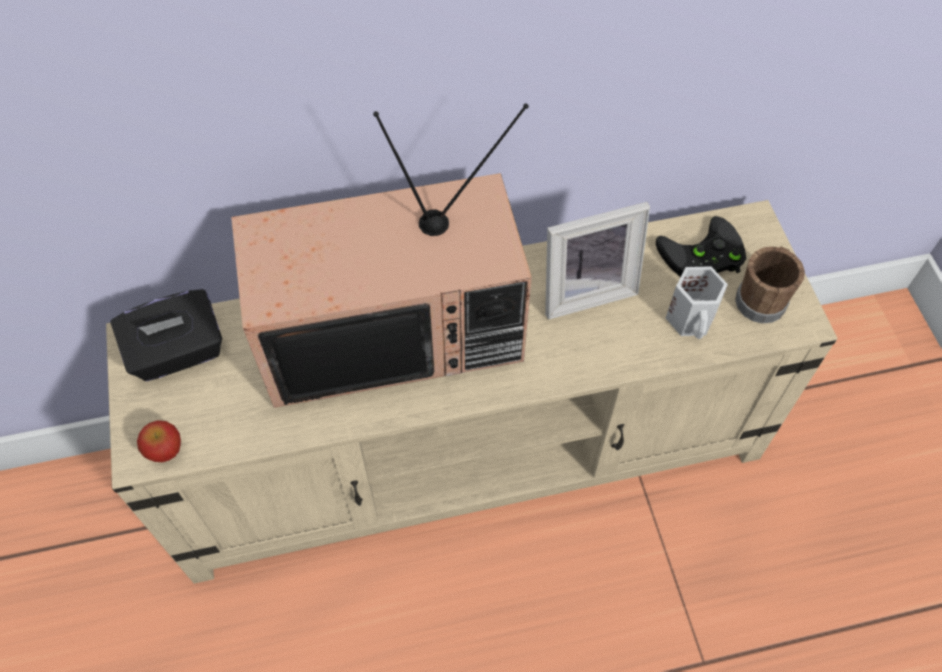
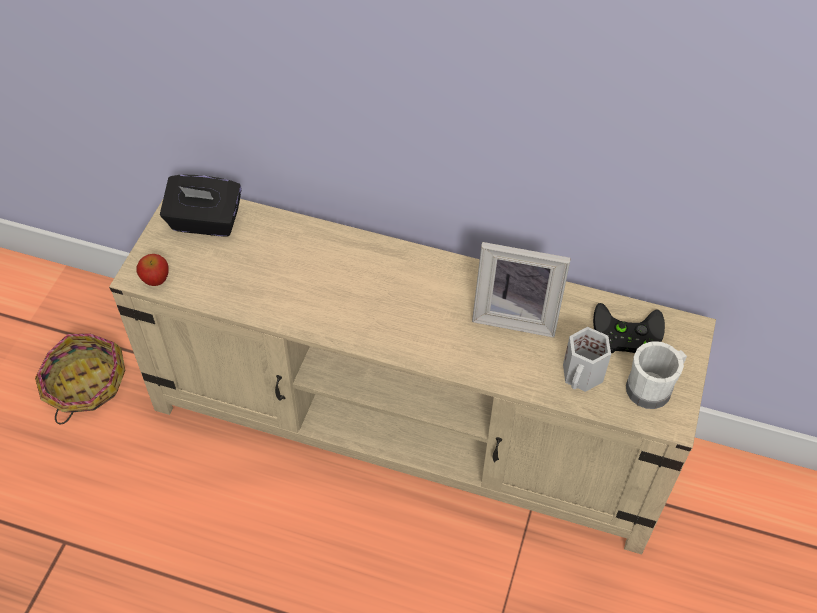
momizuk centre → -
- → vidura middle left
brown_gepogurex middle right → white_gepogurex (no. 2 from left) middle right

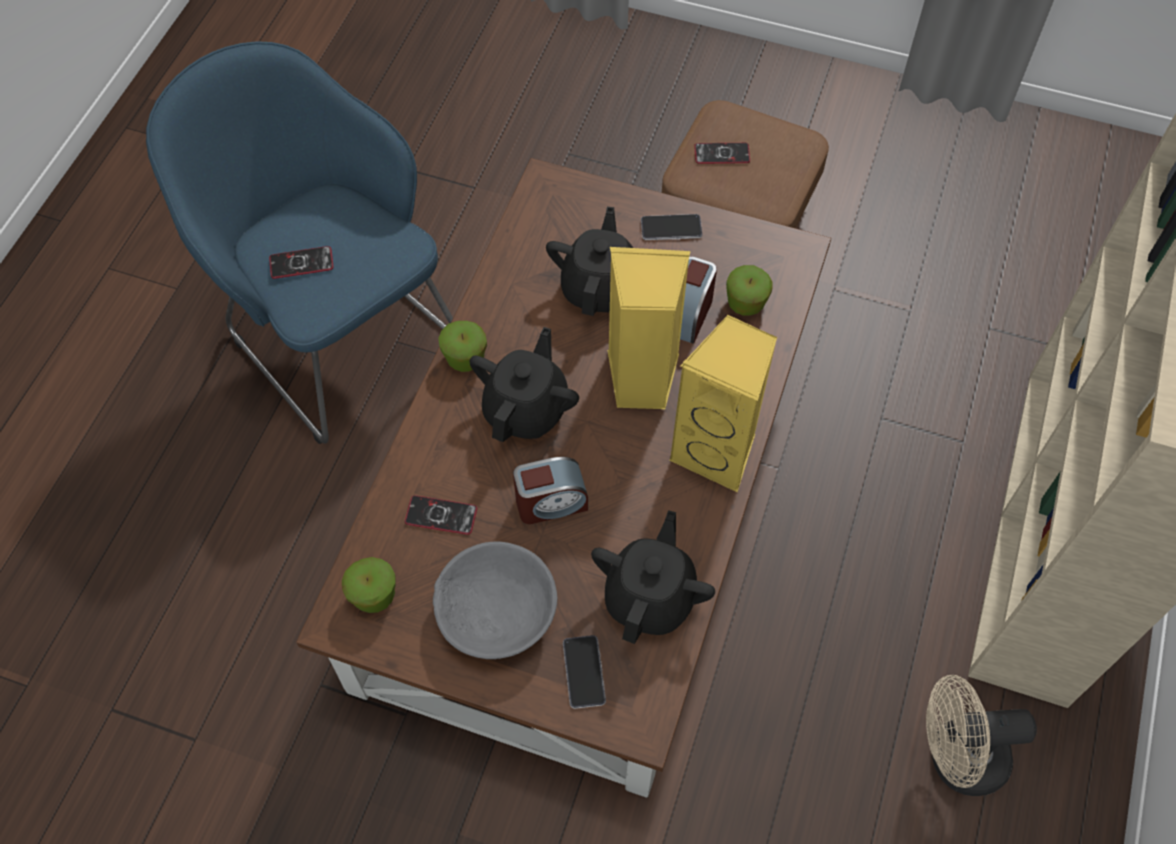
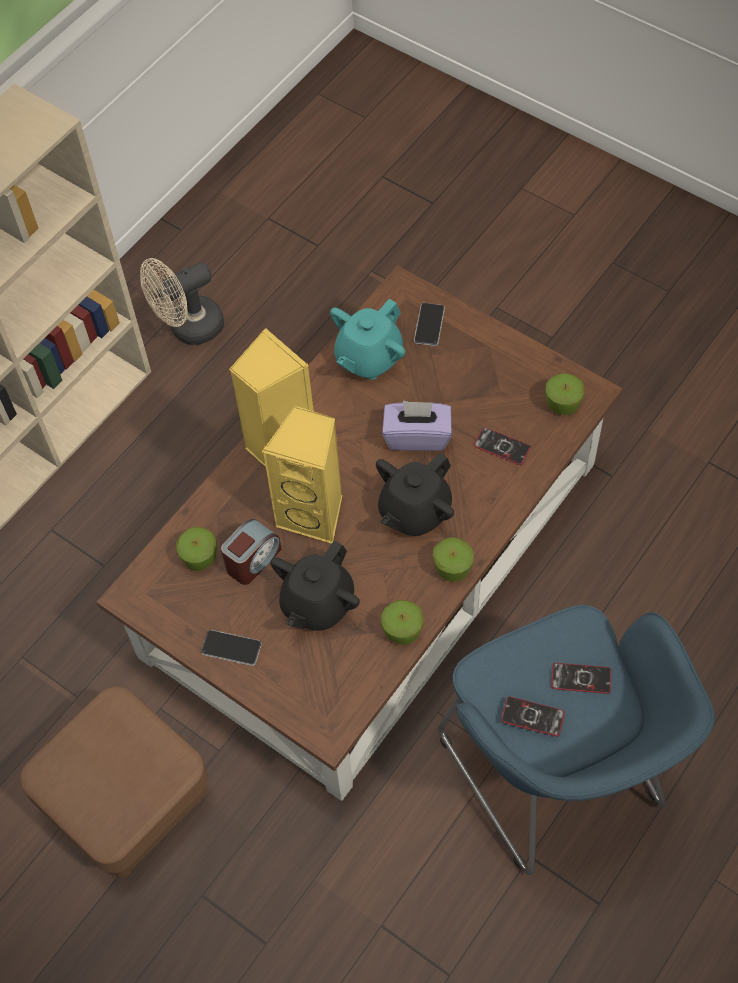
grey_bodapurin bottom centre → -
- → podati (no. 2 from left) centre
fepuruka (no. 5 from left in the first image) top centre → fepuruka (no. 4 from left) bottom right, relocated
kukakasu (no. 1 from left) centre → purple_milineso centre
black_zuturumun (no. 3 from left) bottom centre → turquoise_zuturumun centre
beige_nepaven bottom right → beige_nepaven top left, 135 degrees clockwise

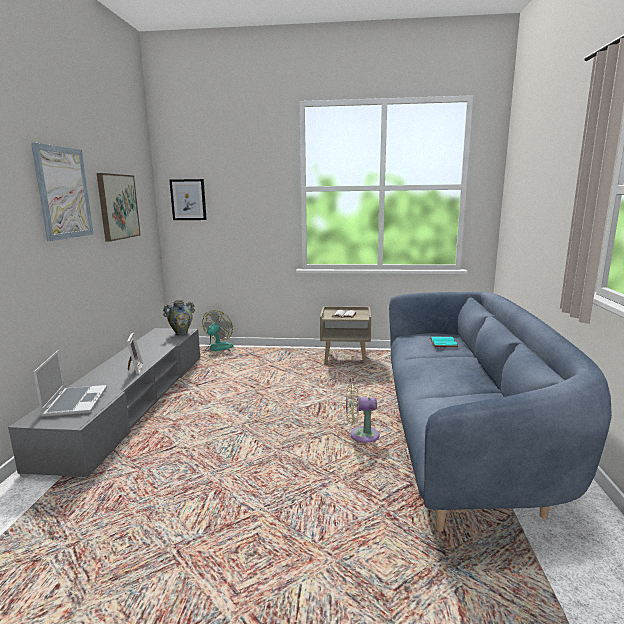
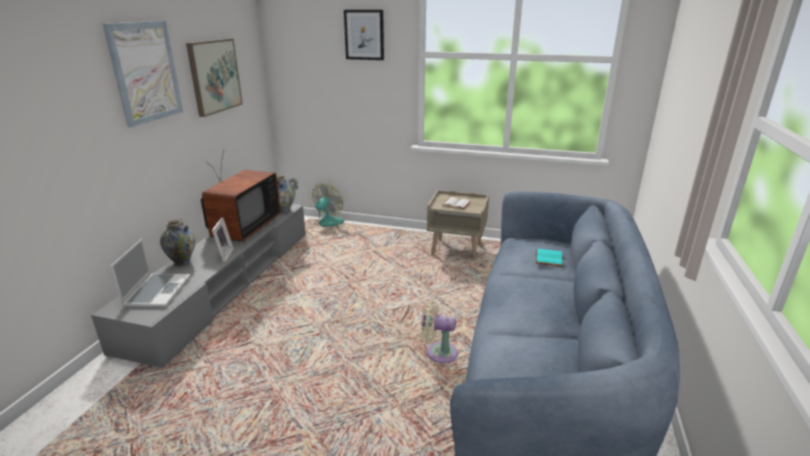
- → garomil (no. 1 from left) middle left
- → momizuk middle left
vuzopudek (no. 3 from left) top left → vuzopudek (no. 3 from left) top centre, relocated

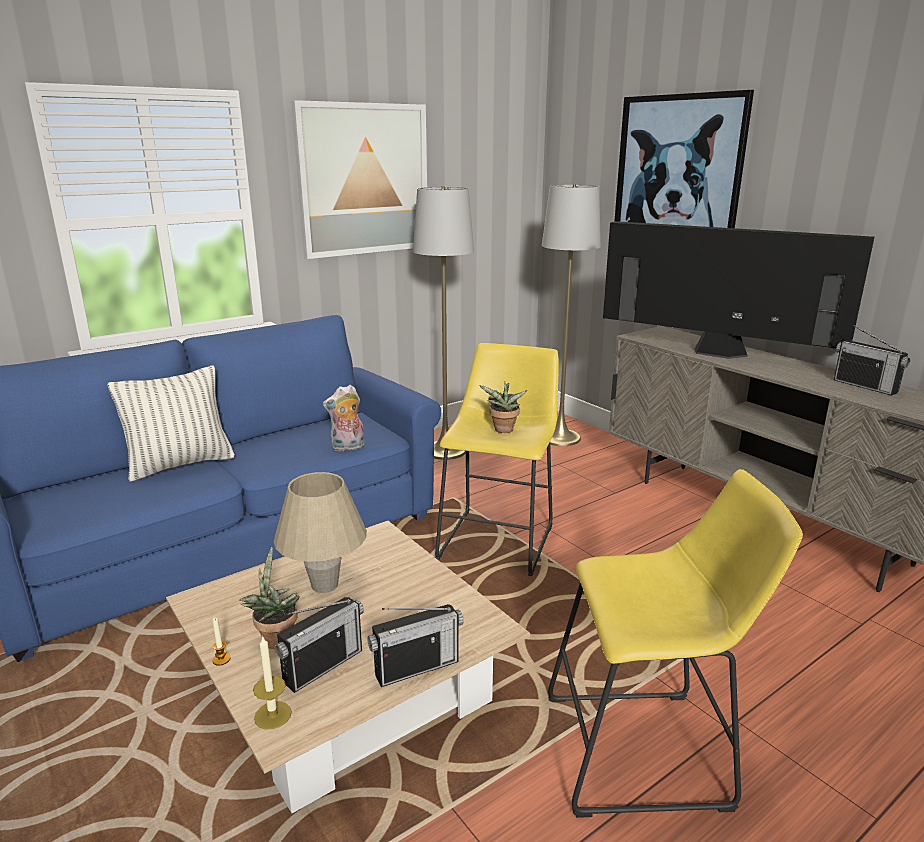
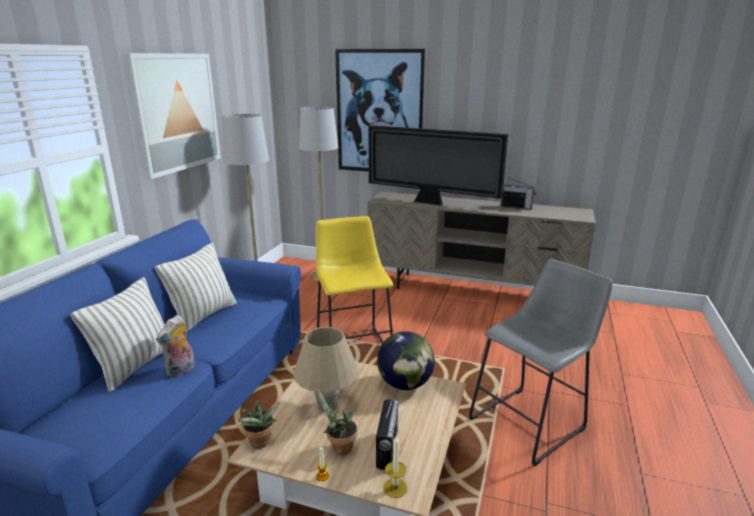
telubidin (no. 2 from left) bottom centre → -
- → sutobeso (no. 2 from left) middle left
- → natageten bottom centre
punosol centre → punosol bottom left, relocated
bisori (no. 2 from left in the first image) centre → bisori (no. 1 from left) bottom centre, relocated
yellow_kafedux (no. 2 from left) bottom right → grey_kafedux bottom right
momizuk middle right → momizuk top centre, 150 degrees counterclockwise

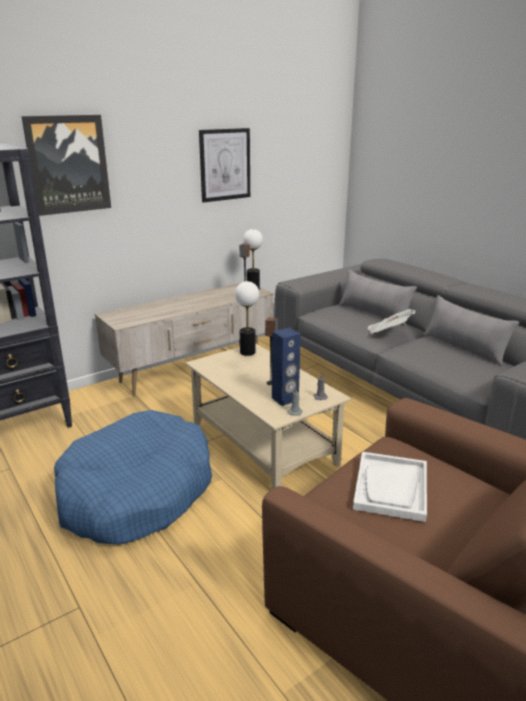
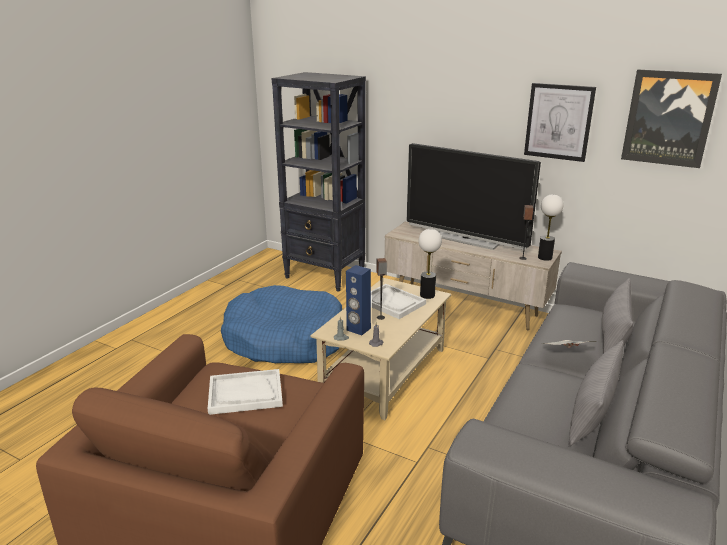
- → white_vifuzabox (no. 2 from left) centre
- → momizuk centre
vuzopudek (no. 1 from left in the first image) top left → vuzopudek (no. 2 from left) top right, relocated

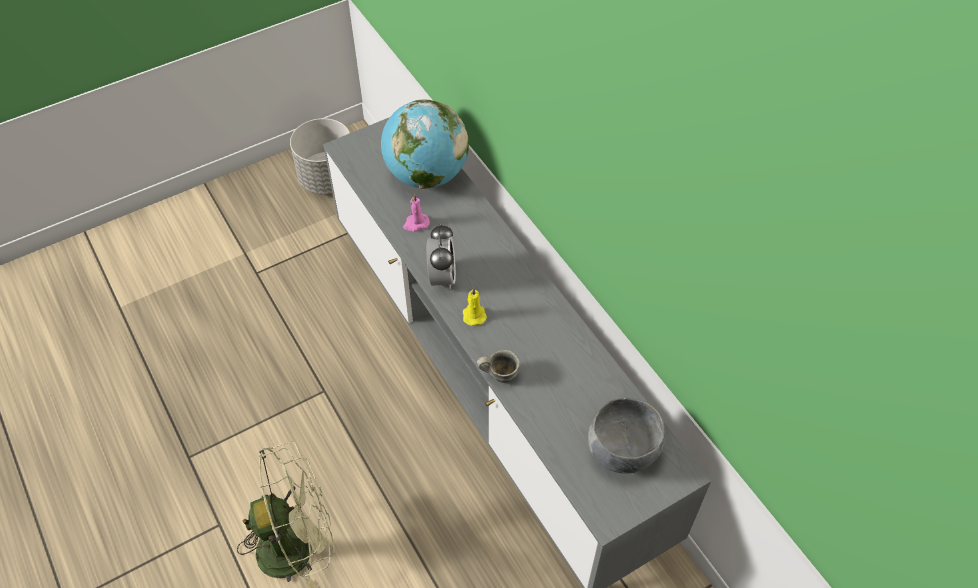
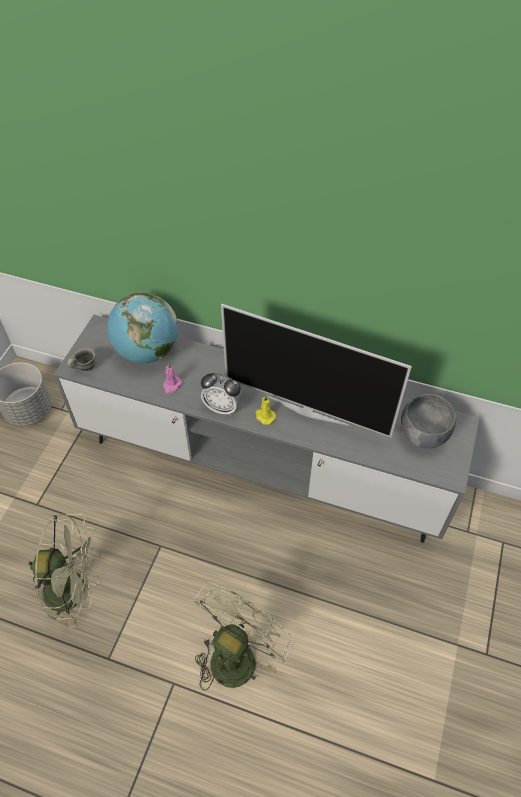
- → green_nepaven (no. 1 from left) bottom left
- → momizuk centre
grey_gepogurex centre → grey_gepogurex middle left, relocated
kukakasu centre, 150 degrees clockwise

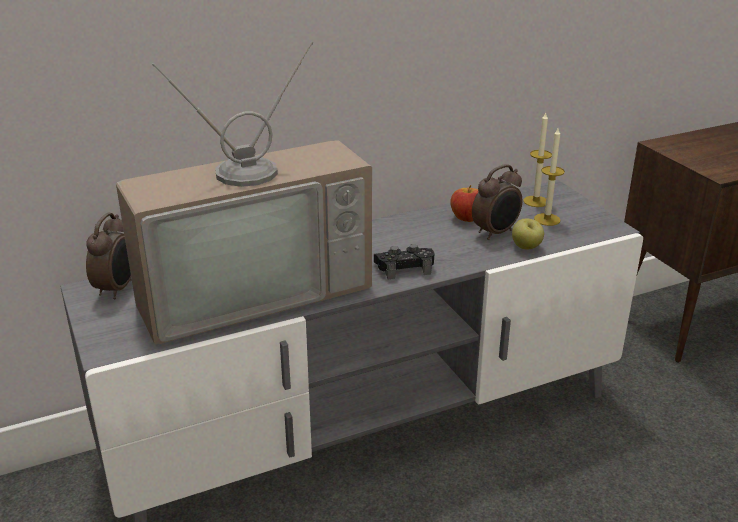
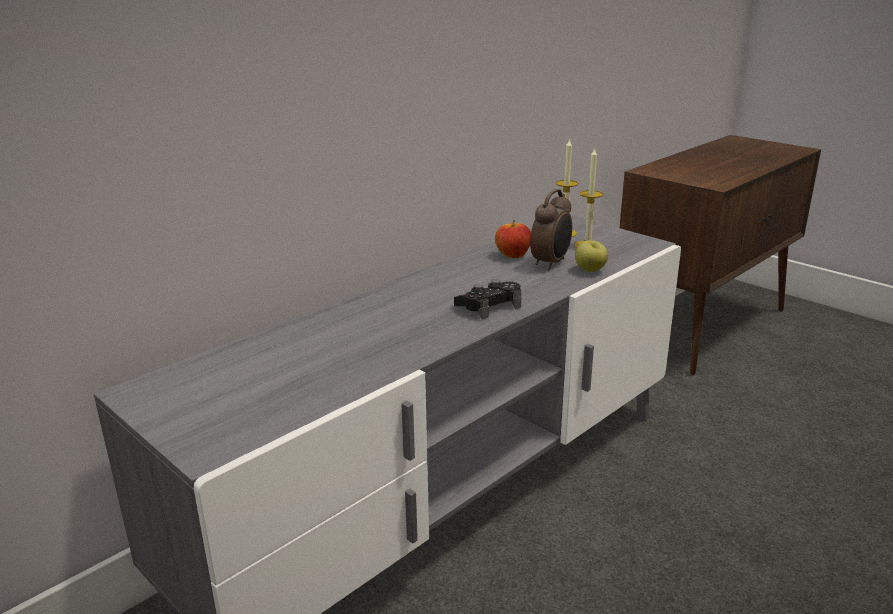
kukakasu (no. 1 from left) middle left → -
momizuk middle left → -

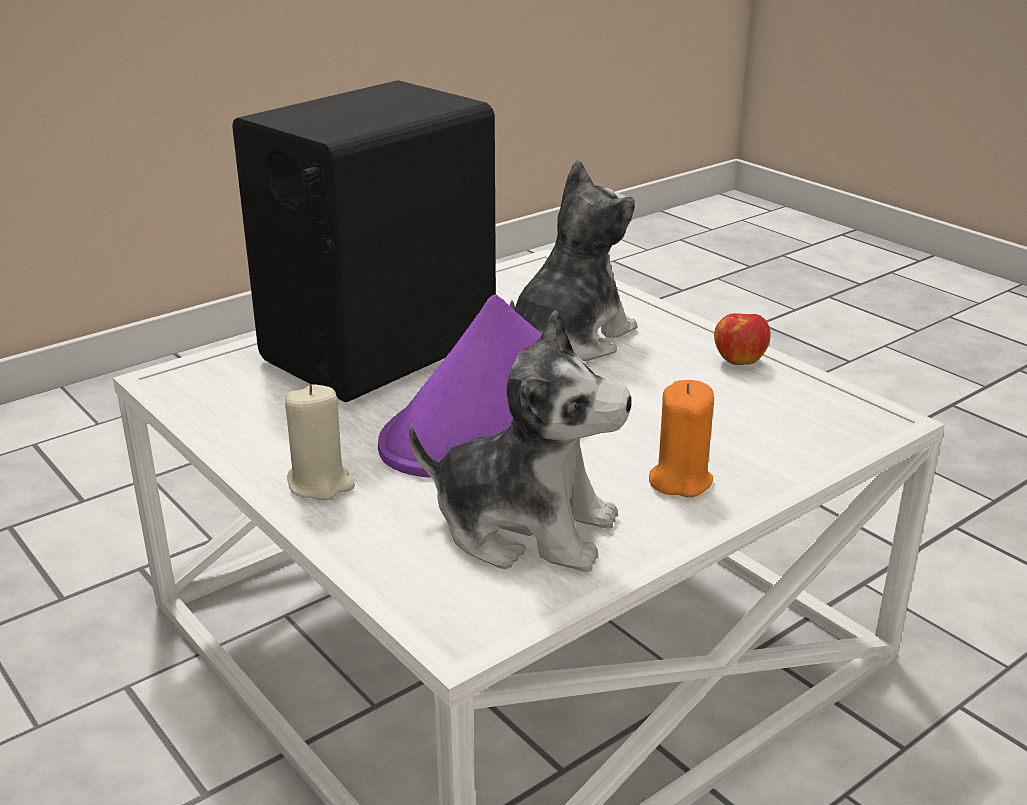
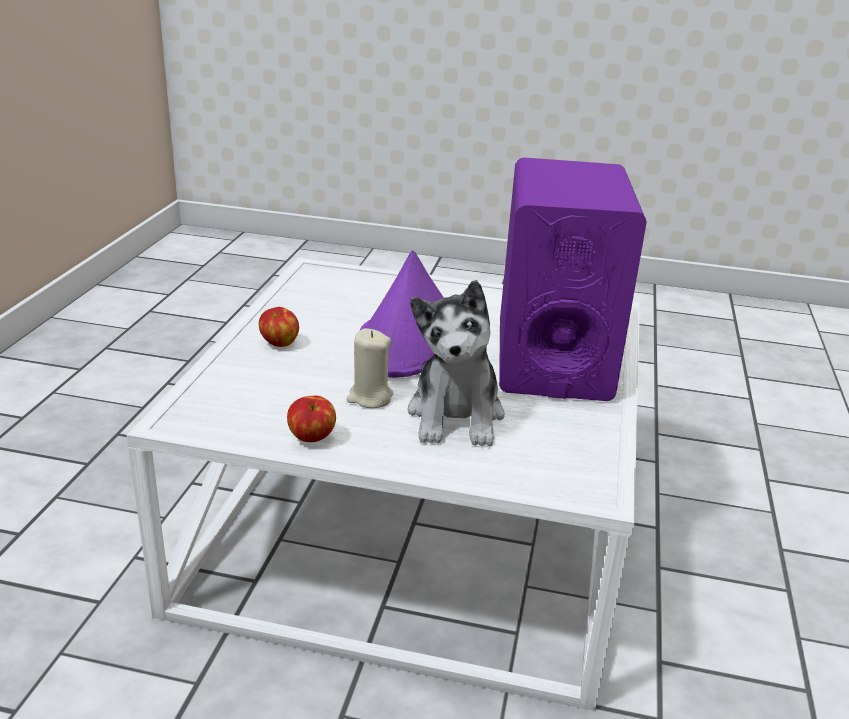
punosol (no. 1 from left) centre → -
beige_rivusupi middle left → beige_rivusupi centre, relocated
orange_rivusupi centre → podati (no. 1 from left) middle left
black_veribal top centre → purple_veribal middle right

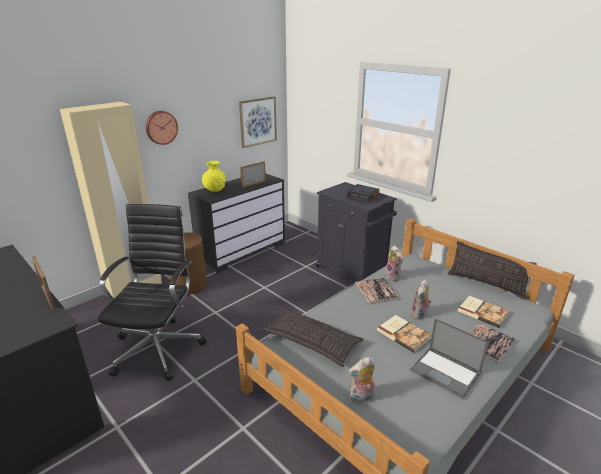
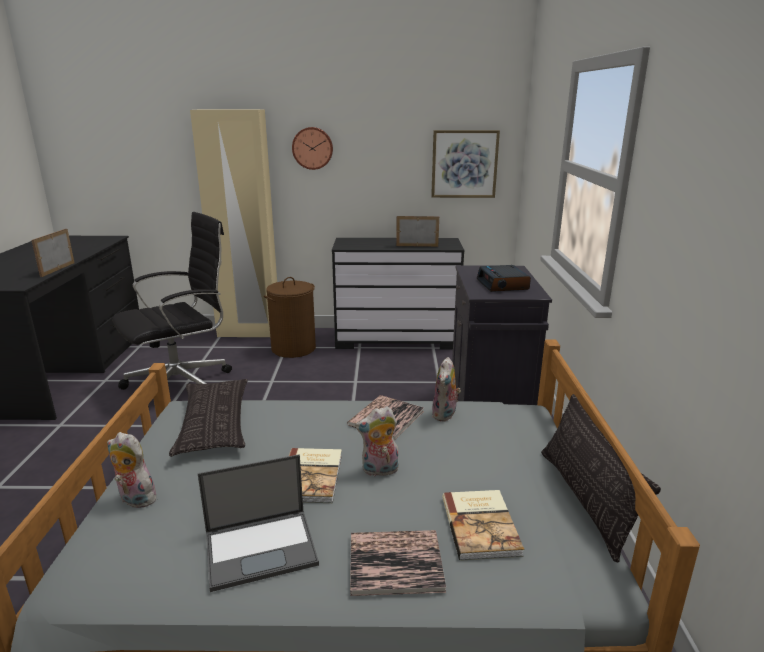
yellow_garomil centre → -
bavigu bottom right → bavigu bottom centre, 105 degrees counterclockwise

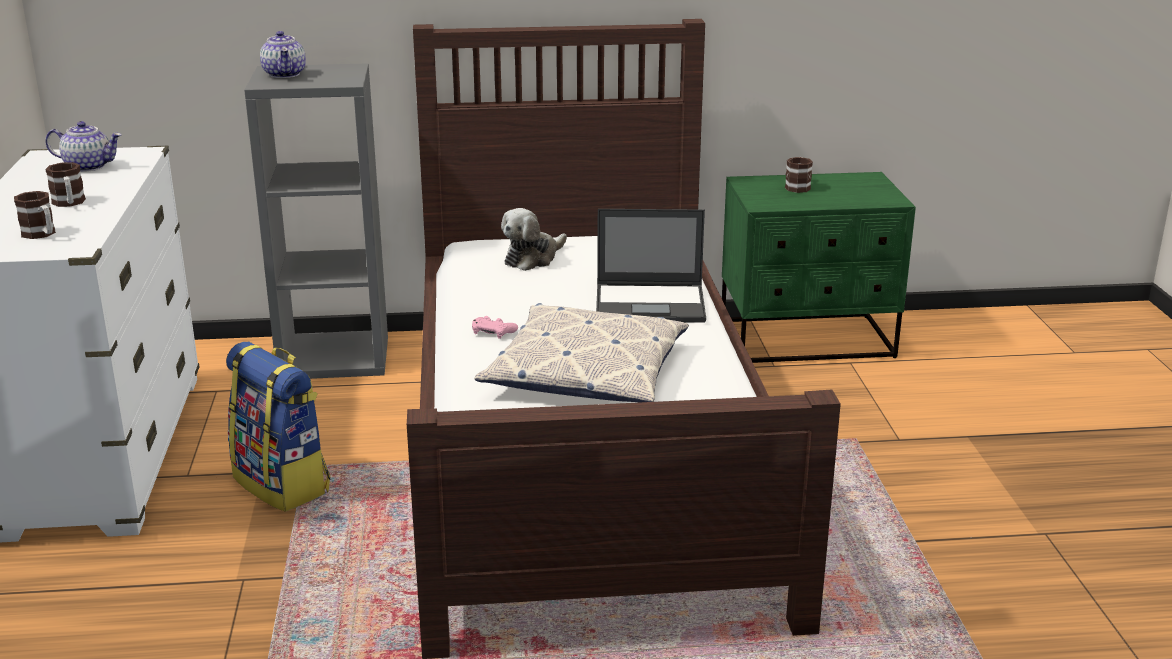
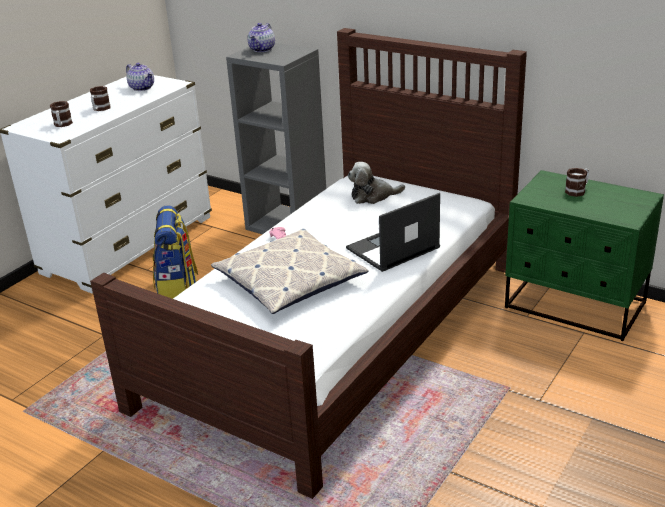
bavigu centre, 105 degrees clockwise

